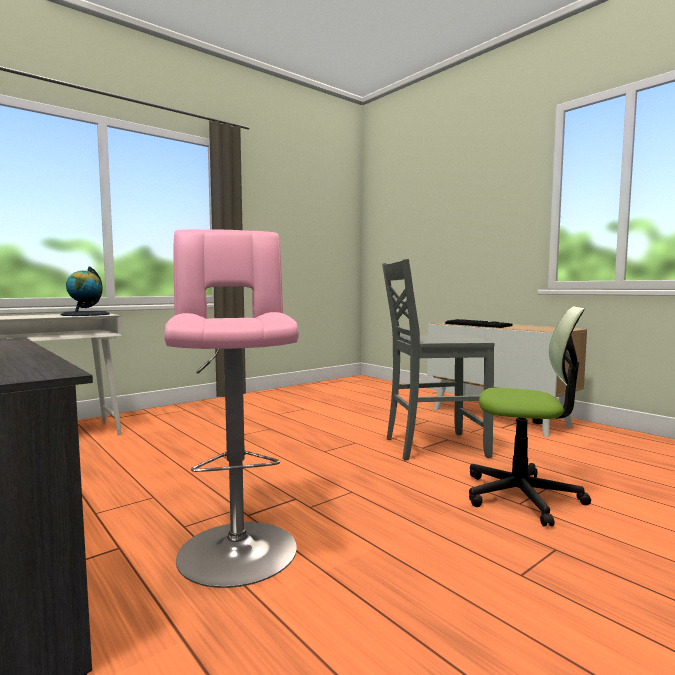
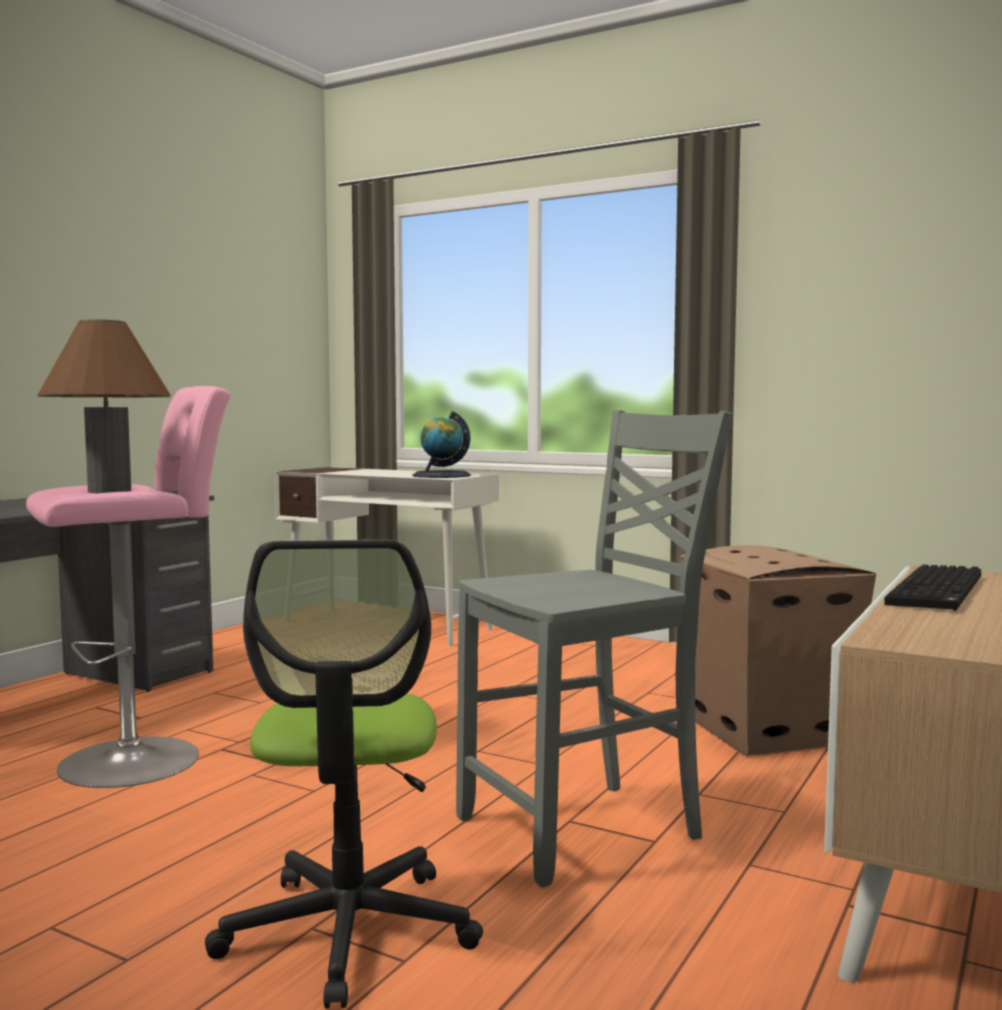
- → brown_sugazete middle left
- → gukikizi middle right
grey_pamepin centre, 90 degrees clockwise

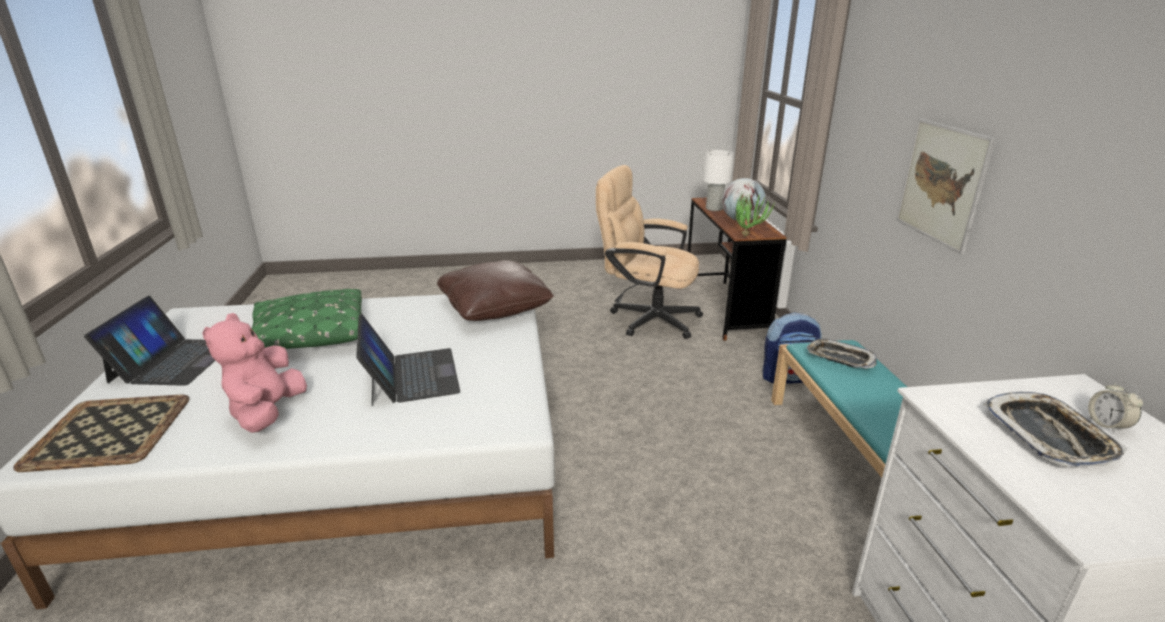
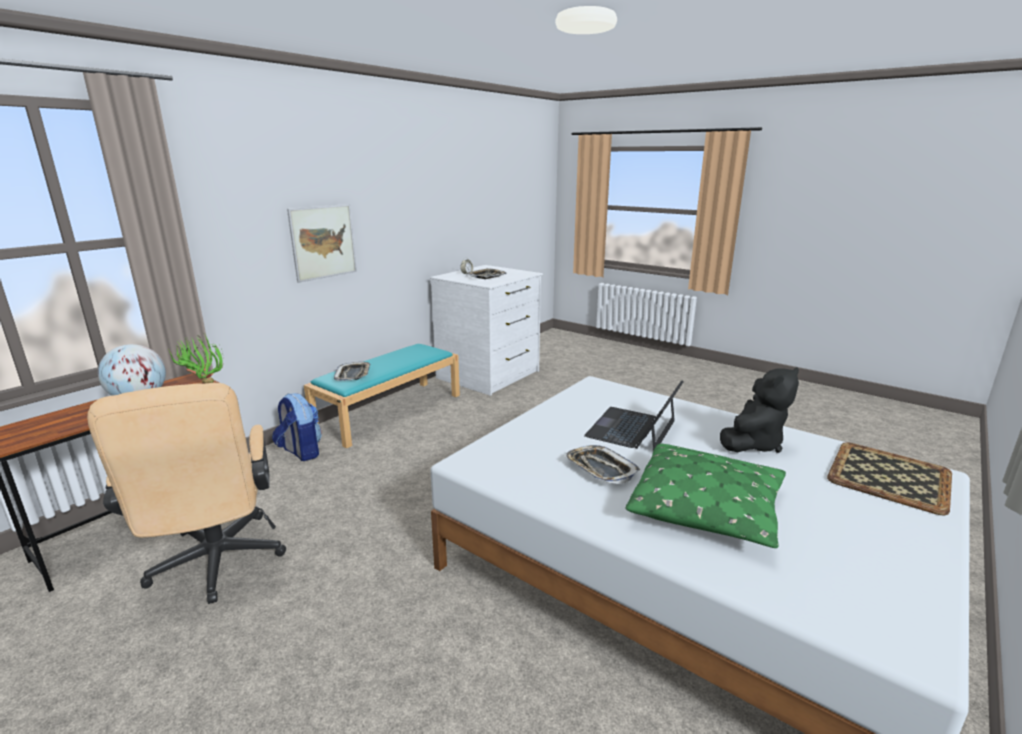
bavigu (no. 1 from left) middle left → -
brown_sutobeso centre → -
white_sugazete top centre → -
- → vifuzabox (no. 3 from left) centre
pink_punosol middle left → black_punosol middle right

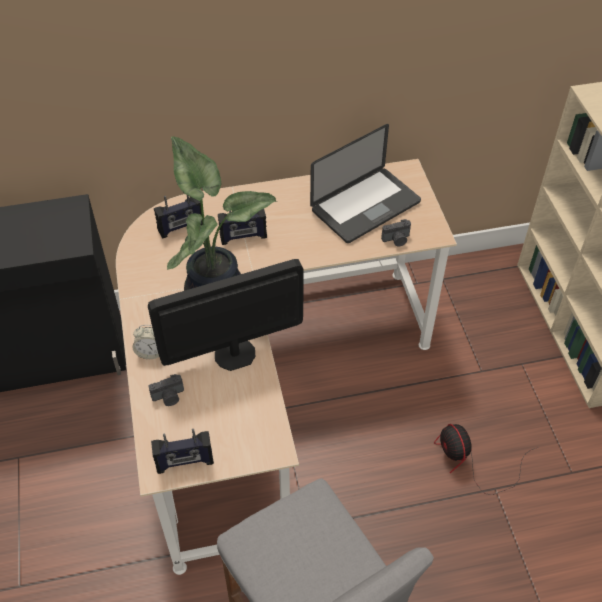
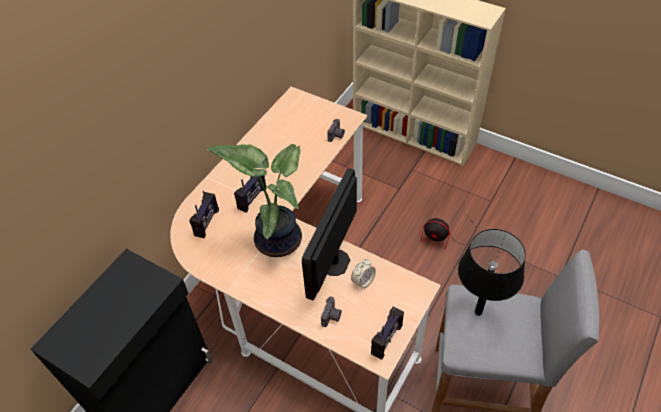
bavigu top centre → -
- → black_sugazete middle right
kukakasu middle left → kukakasu centre, relocated

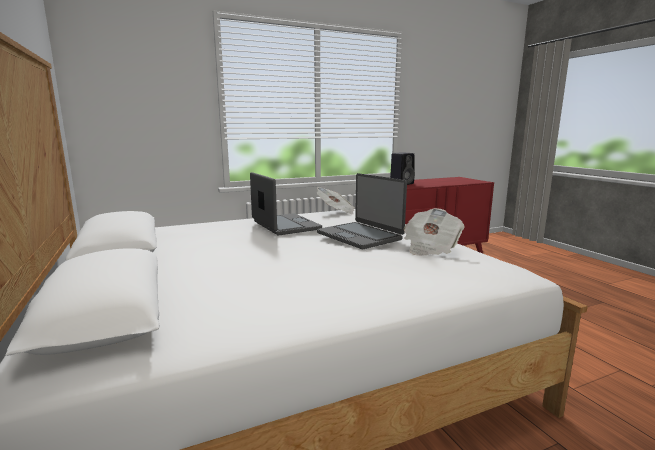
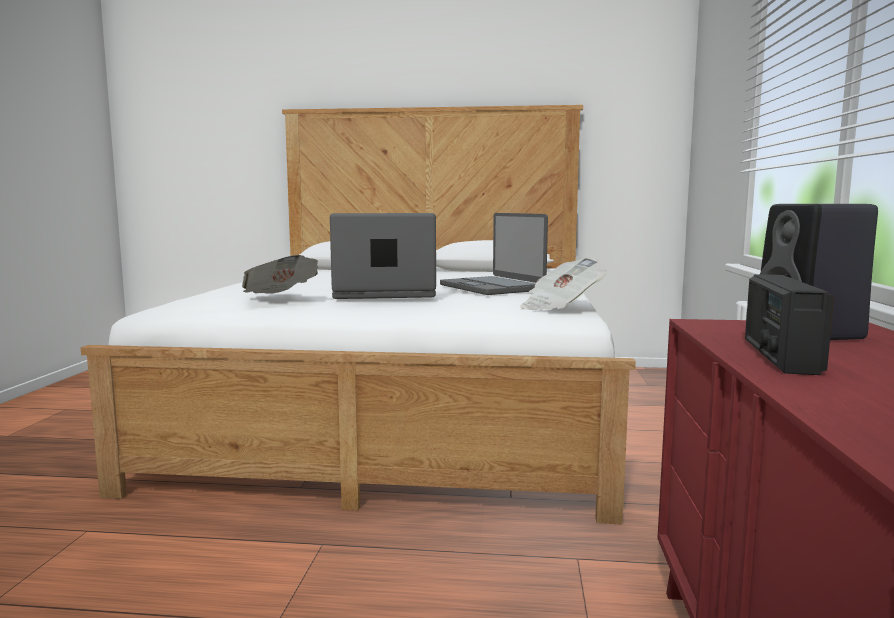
- → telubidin middle right
bavigu (no. 1 from left in the first image) centre → bavigu (no. 2 from left) centre, 60 degrees clockwise

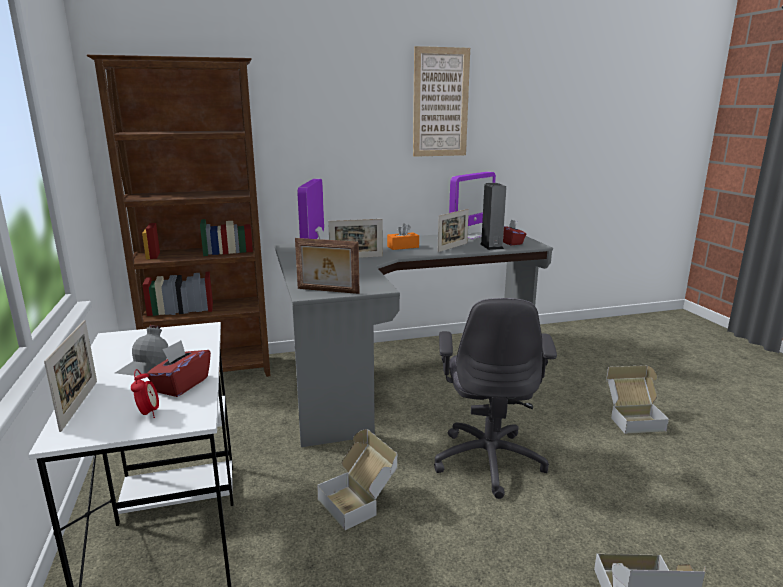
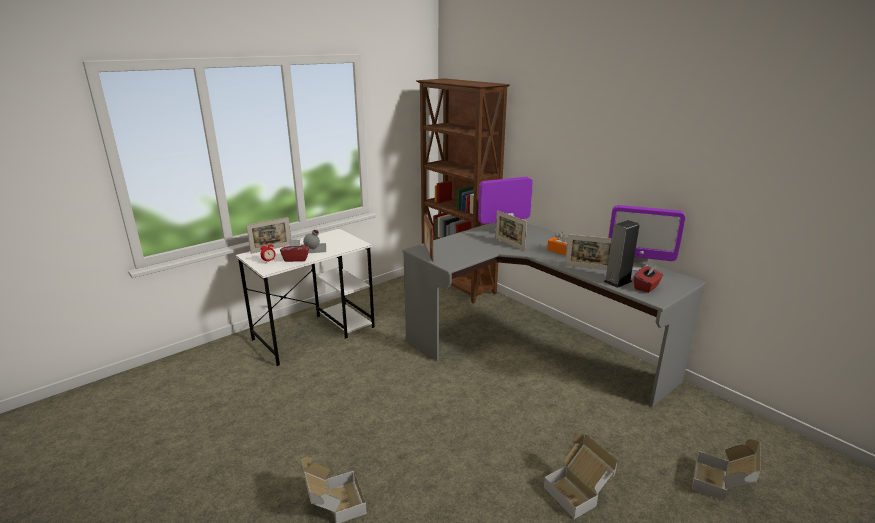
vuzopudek top centre → -
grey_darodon bottom centre → -
gukikizi (no. 1 from left in the first image) bottom centre → gukikizi (no. 3 from left) bottom right, relocated

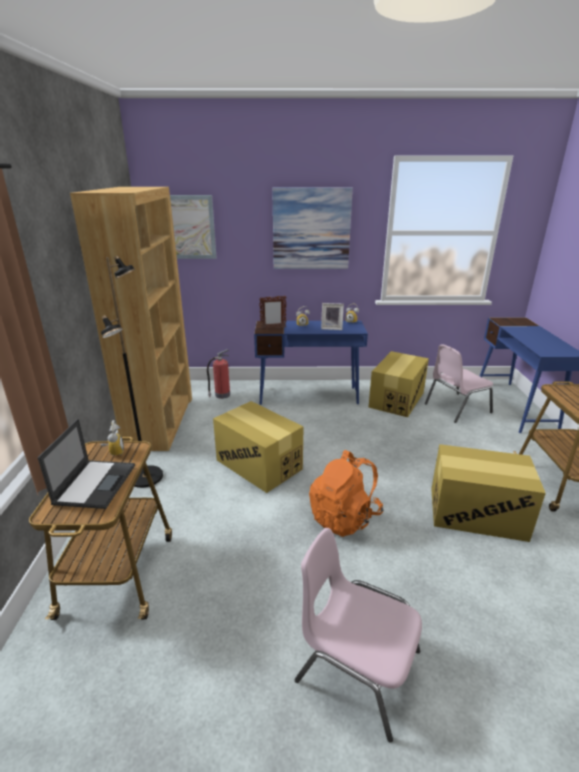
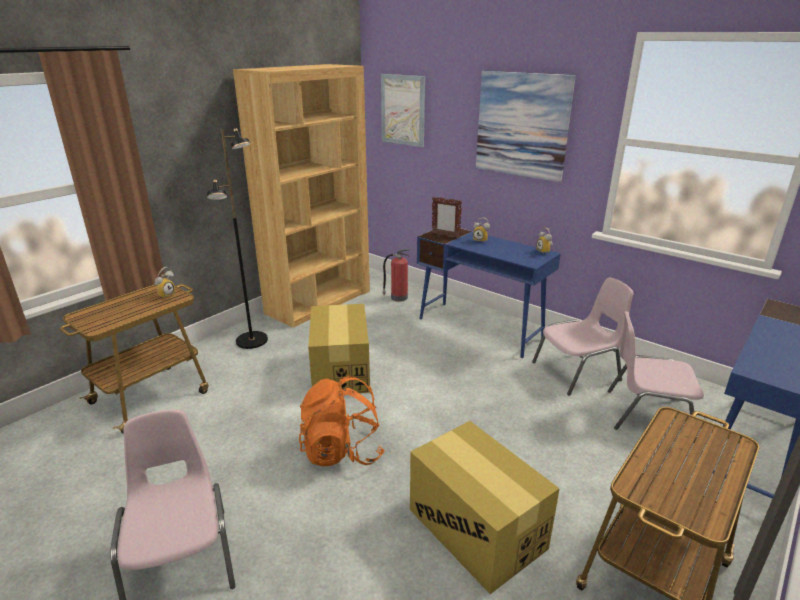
bavigu middle left → -
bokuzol (no. 2 from left) centre → -
gukikizi (no. 2 from left) middle right → pink_pamepin (no. 2 from left) middle right

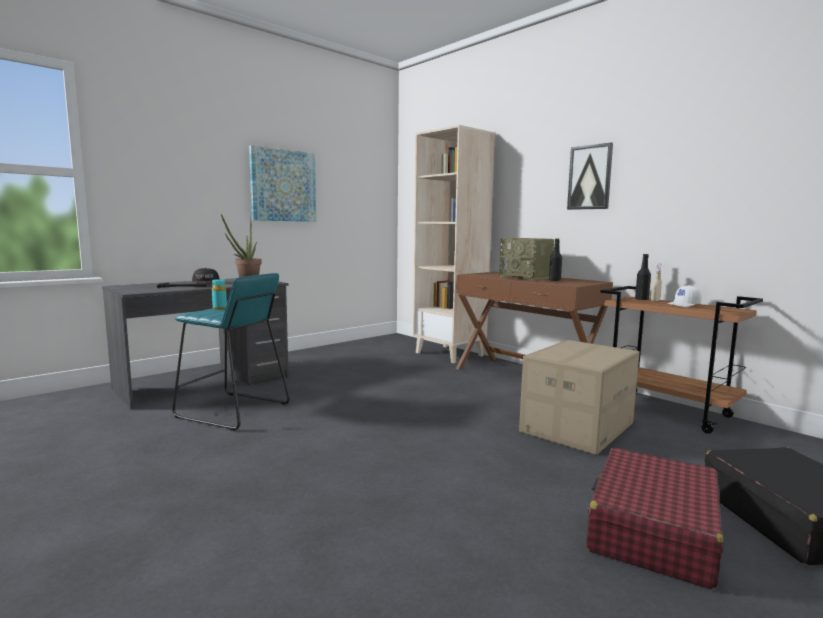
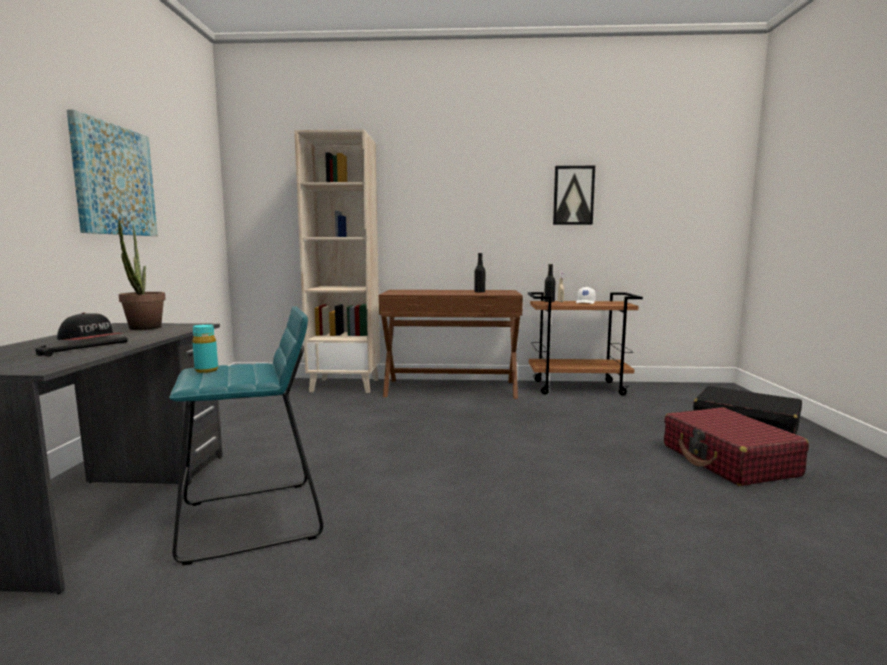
telubidin centre → -
gukikizi middle right → -
vuzopudek (no. 2 from left) top right → vuzopudek (no. 2 from left) top centre, relocated

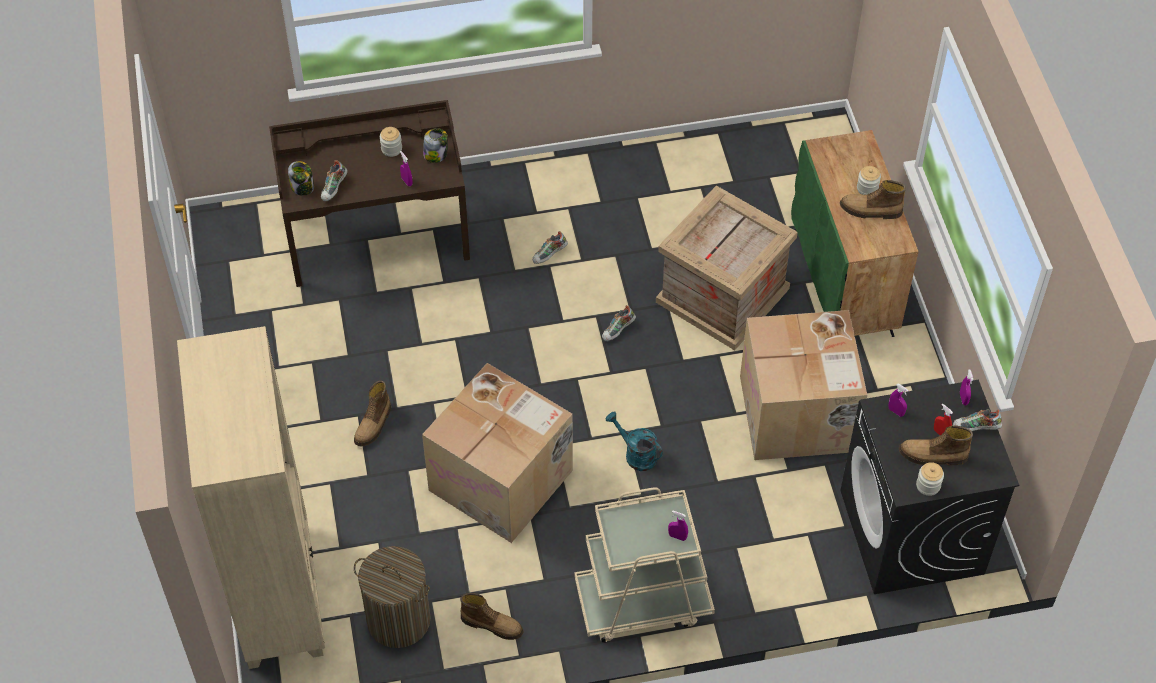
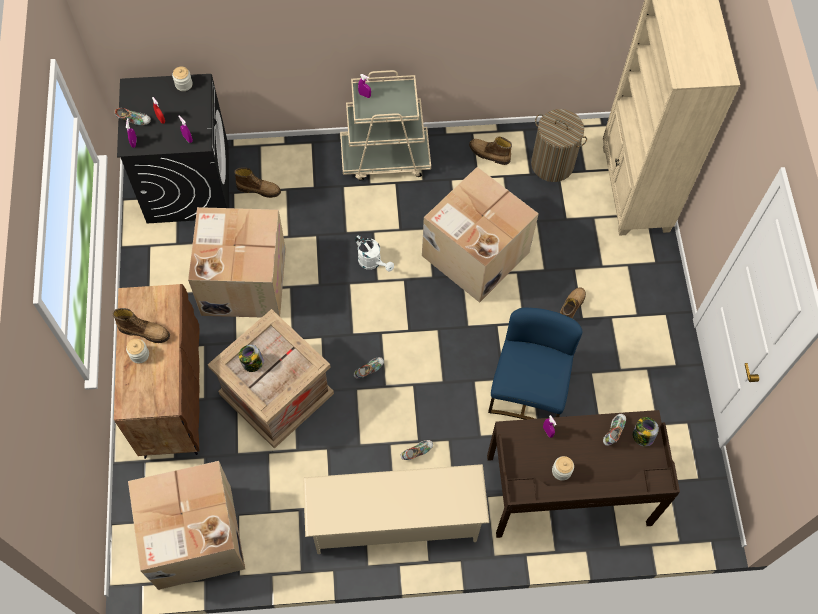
- → gukikizi (no. 1 from left) bottom left
- → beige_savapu bottom centre
- → blue_pamepin centre
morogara (no. 3 from left) top centre → morogara (no. 3 from left) middle left, relocated
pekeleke (no. 4 from left in the first image) middle right → pekeleke (no. 2 from left) top left, relocated
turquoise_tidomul centre → white_tidomul centre
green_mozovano middle right → brown_mozovano middle left

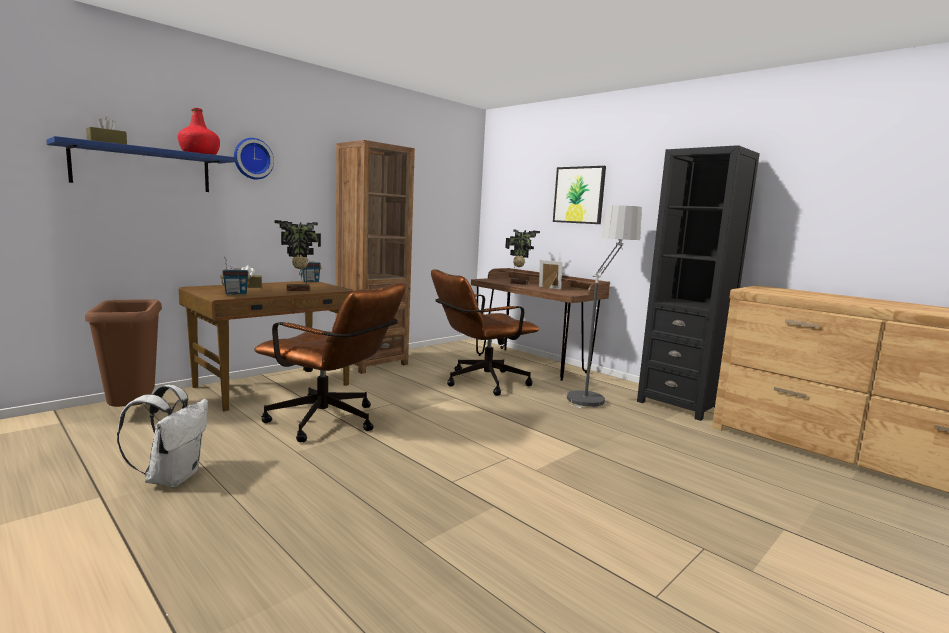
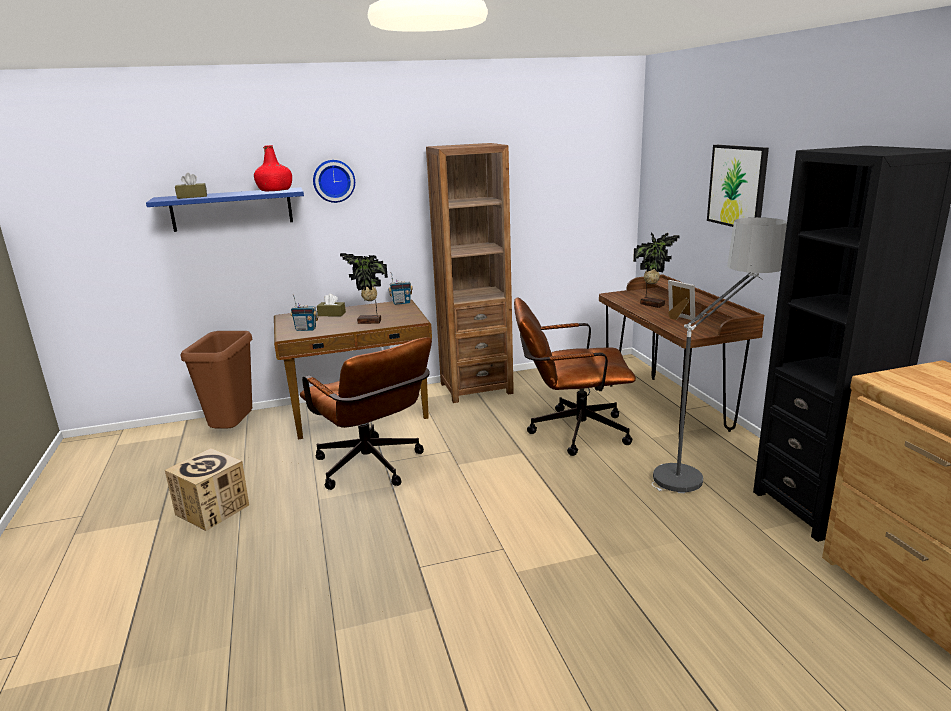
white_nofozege bottom left → gukikizi bottom left

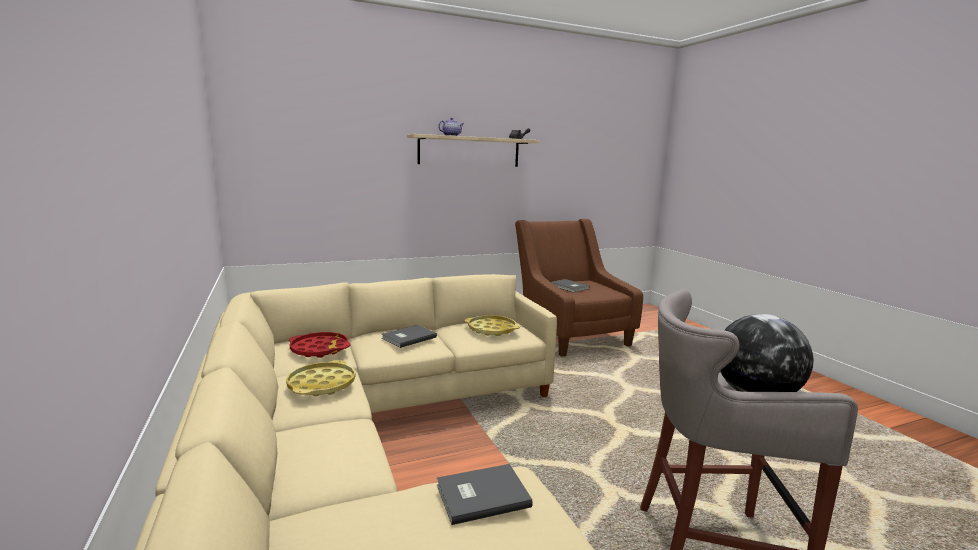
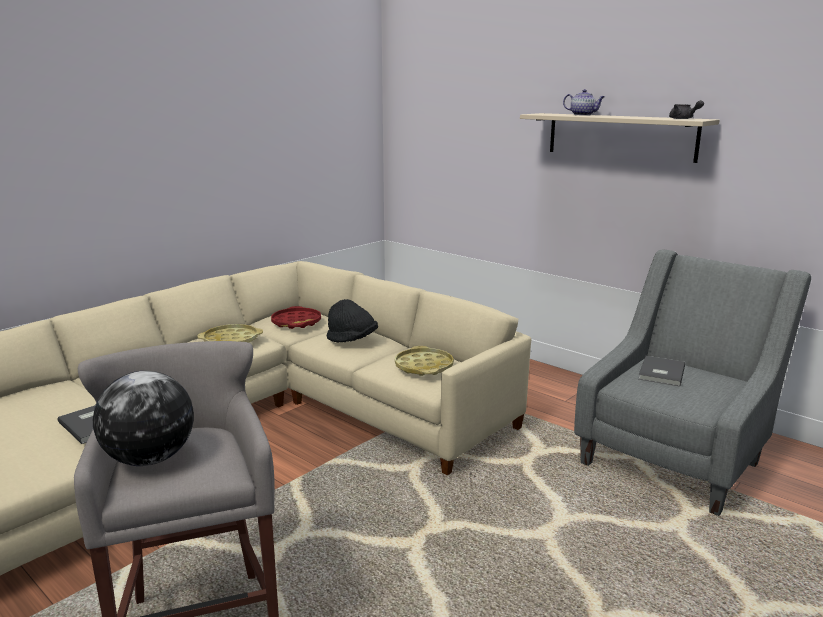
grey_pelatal (no. 1 from left) centre → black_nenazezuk centre
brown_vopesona centre → grey_vopesona middle right

